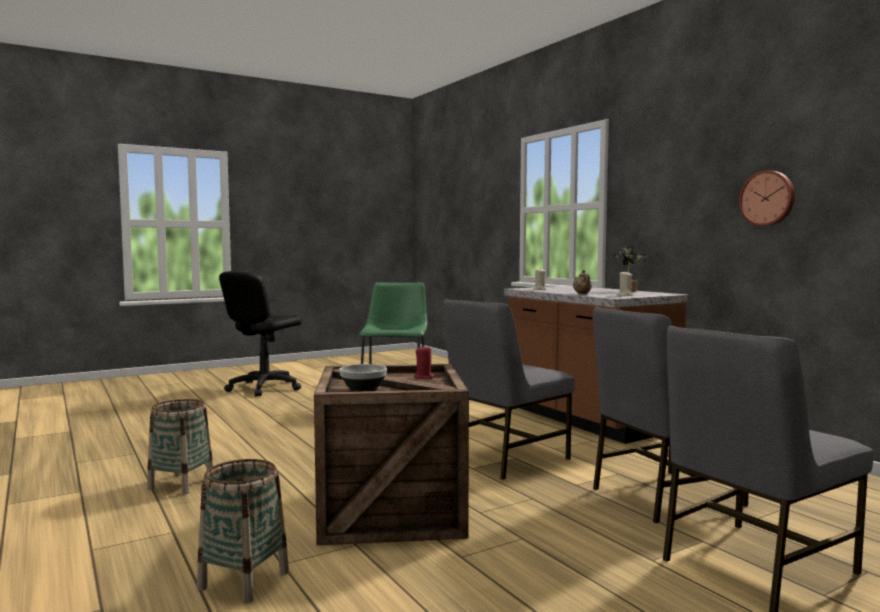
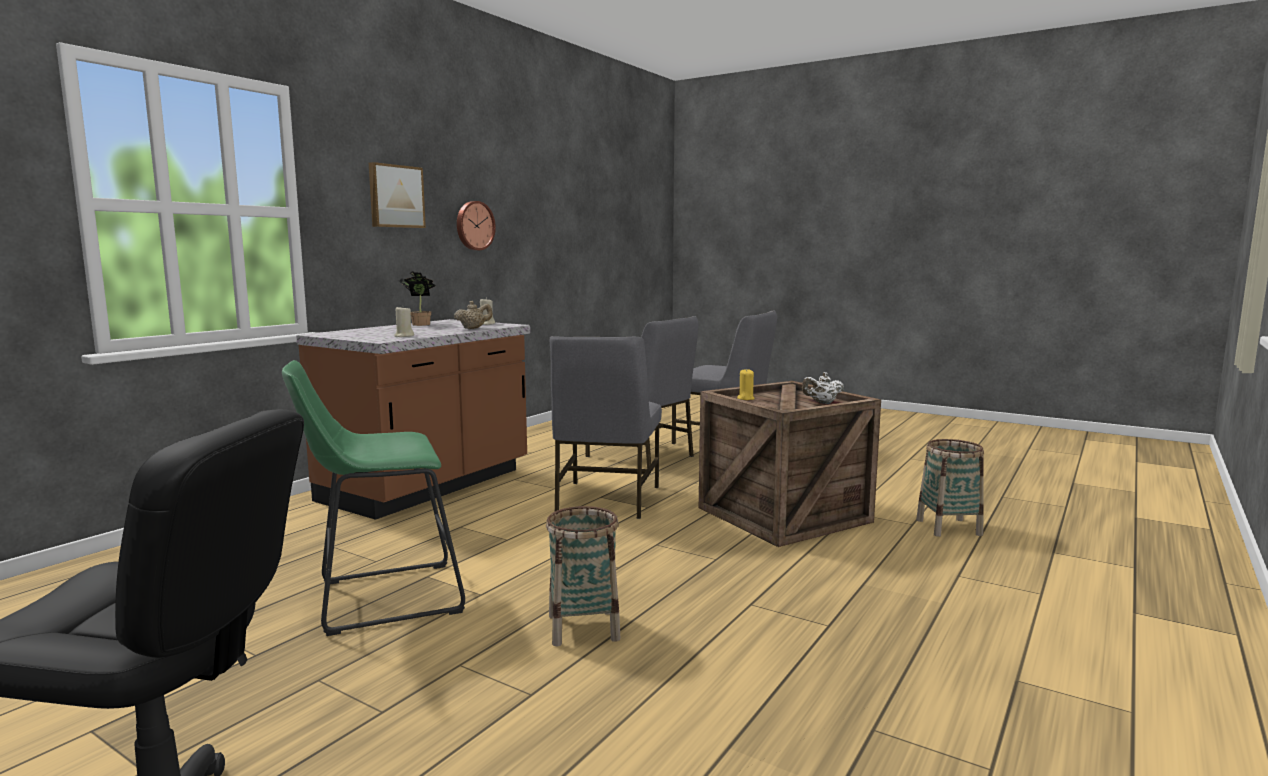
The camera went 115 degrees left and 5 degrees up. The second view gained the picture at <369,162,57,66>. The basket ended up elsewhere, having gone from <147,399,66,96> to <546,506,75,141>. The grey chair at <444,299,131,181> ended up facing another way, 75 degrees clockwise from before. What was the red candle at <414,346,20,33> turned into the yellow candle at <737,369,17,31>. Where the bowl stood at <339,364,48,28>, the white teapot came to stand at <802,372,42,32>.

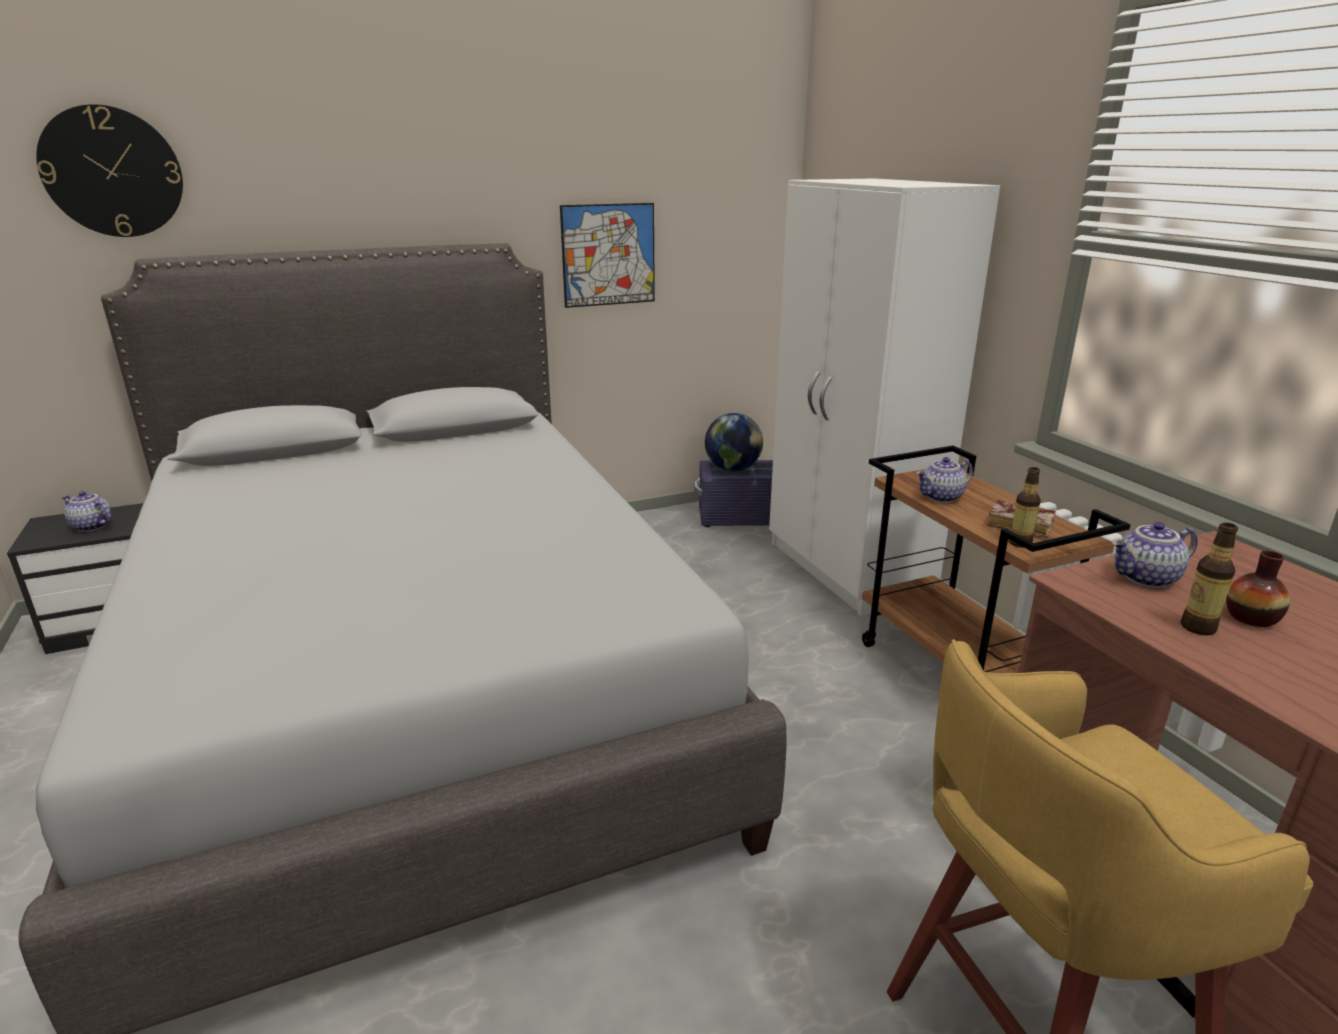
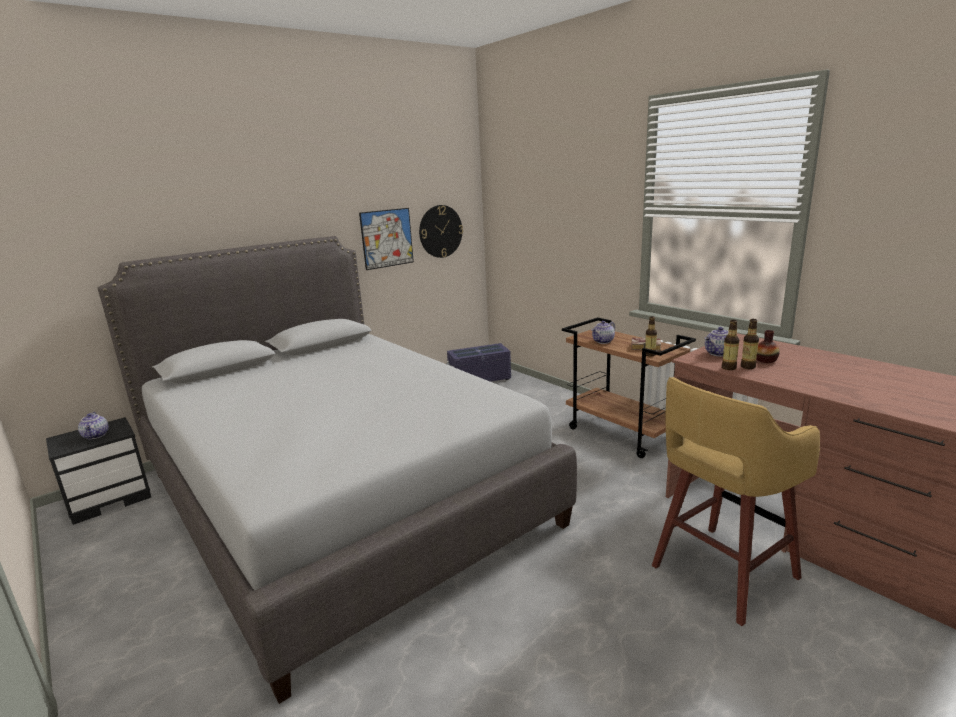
The camera went 15 degrees left and 5 degrees down. The teapot at <62,491,49,41> ended up facing another way, 120 degrees counterclockwise from before. The wall clock ended up elsewhere, having gone from <36,104,147,133> to <419,205,44,53>. The second view gained the bottle at <722,320,17,50>. The second view lost the globe at <705,413,58,58>. The second view lost the white wardrobe at <769,178,231,438>.

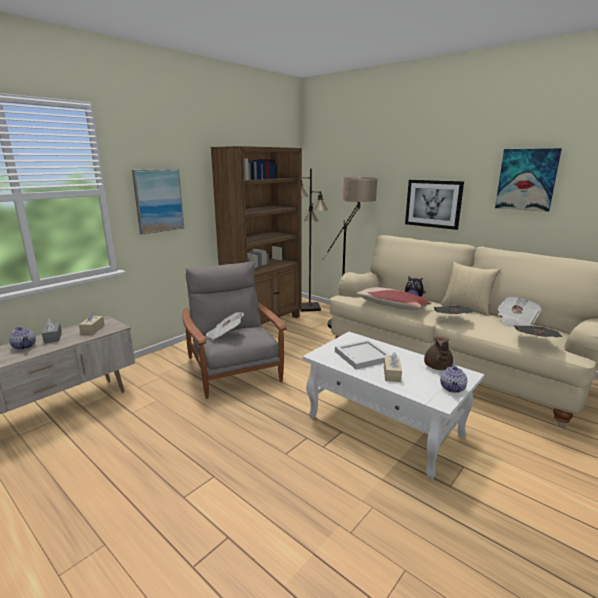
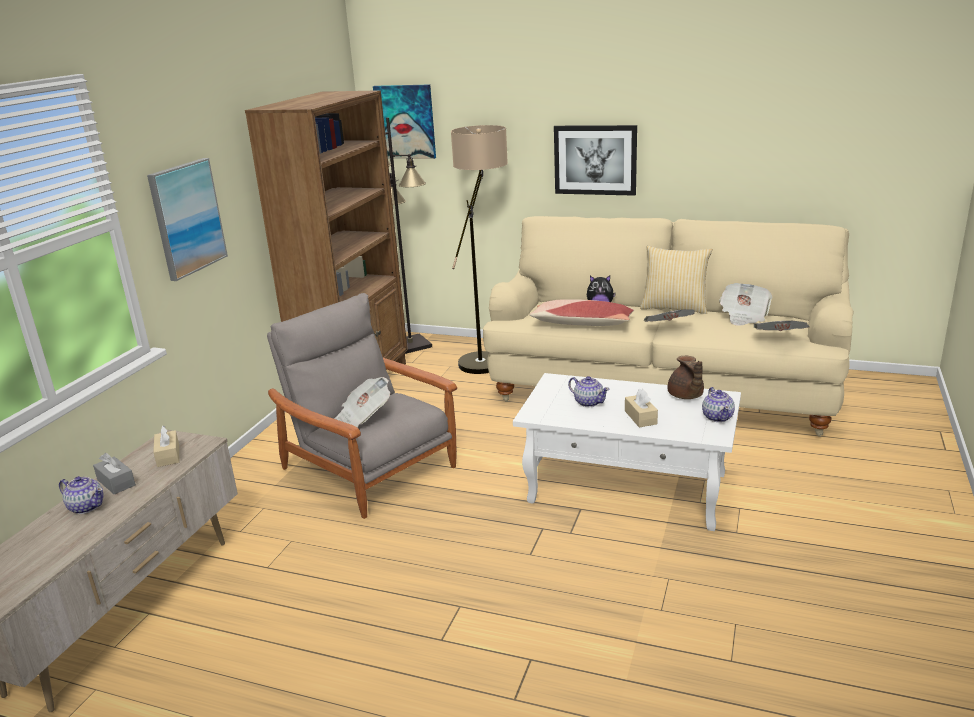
The camera went 20 degrees left and 5 degrees up. The picture ended up elsewhere, having gone from <495,148,67,64> to <373,85,63,74>. Where the white tray stood at <335,340,57,29>, the teapot came to stand at <568,376,42,31>.

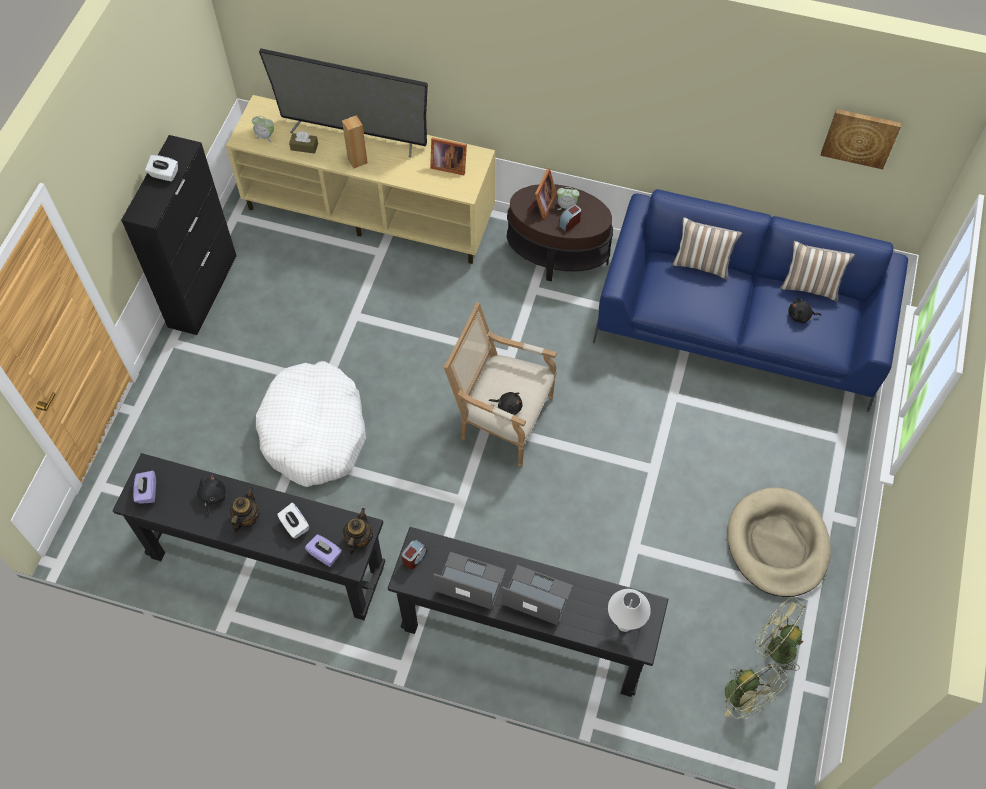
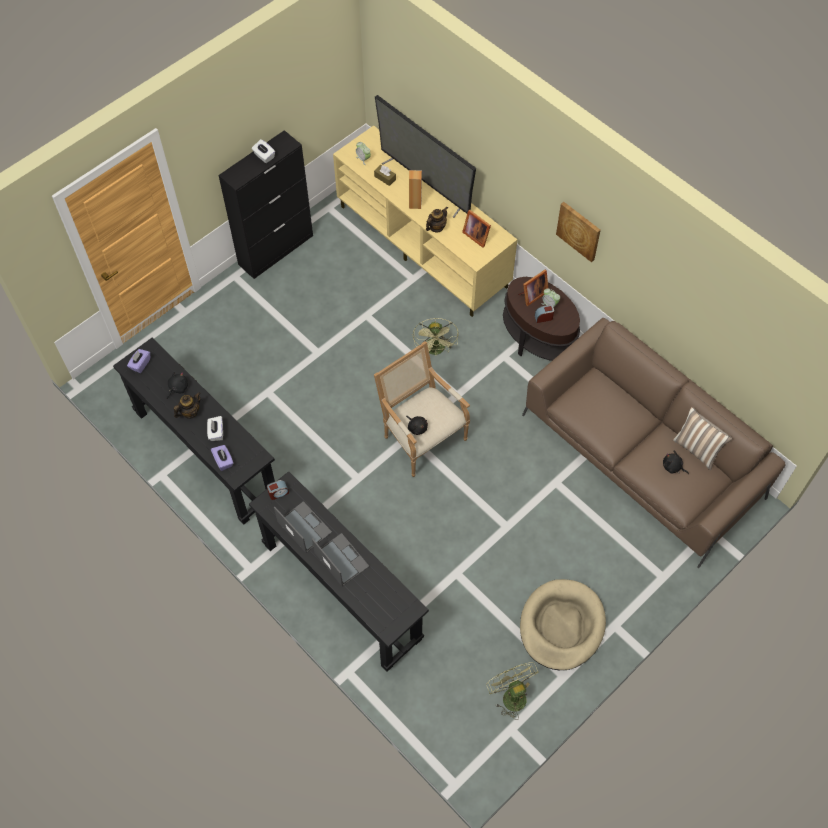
The camera went 30 degrees right and 0 degrees up. The green fan ended up elsewhere, having gone from <725,664,63,55> to <413,318,46,38>. The teapot ended up elsewhere, having gone from <343,508,30,47> to <426,206,22,26>. What was the blue sofa at <593,189,315,223> turned into the brown sofa at <522,318,263,250>. The picture ended up elsewhere, having gone from <820,109,82,60> to <556,202,45,60>. The second view lost the white dog bed at <256,361,110,126>. The second view lost the white table lamp at <608,589,43,43>. The second view lost the pillow at <672,217,70,63>.

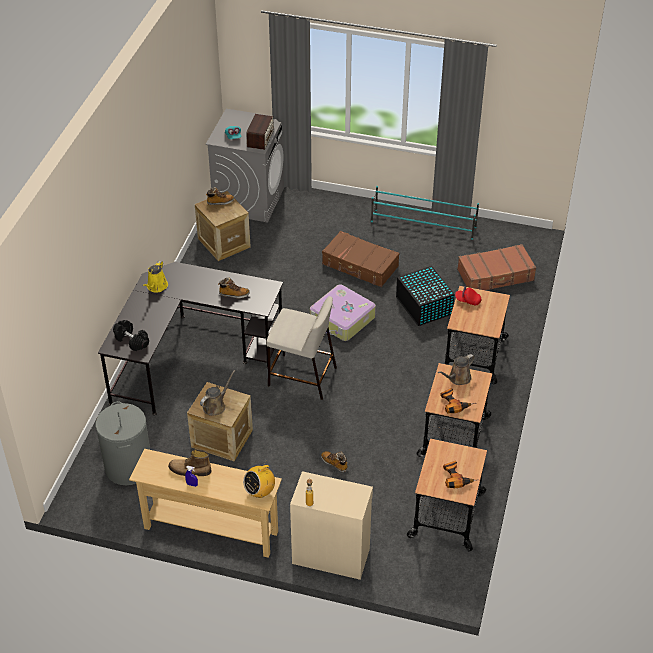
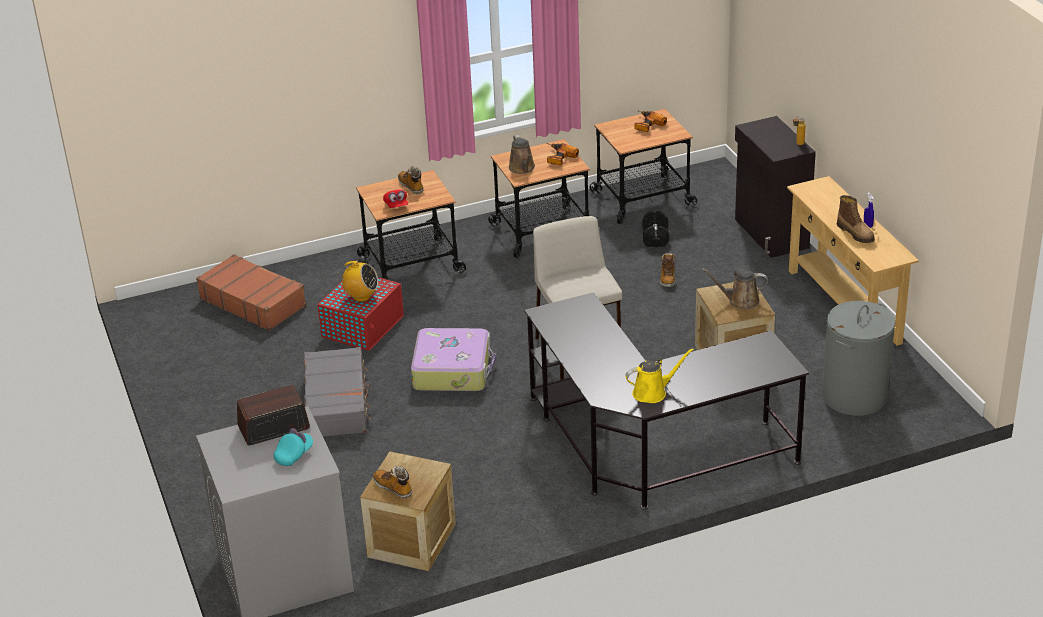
The camera went 125 degrees left and 10 degrees down. What was the brown suitcase at <322,231,77,56> turned into the grey suitcase at <303,347,68,90>. What was the black storage box at <396,266,59,60> turned into the red storage box at <317,277,87,74>. The radio ended up elsewhere, having gone from <243,465,32,33> to <339,261,40,41>. The boot ended up elsewhere, having gone from <218,278,32,21> to <398,166,26,28>. The brown watering can at <438,354,37,31> ended up facing another way, 60 degrees clockwise from before. The black dumbbell ended up elsewhere, having gone from <113,320,36,31> to <642,211,27,36>. What was the beige cabinet at <290,471,83,109> turned into the black cabinet at <735,116,81,142>. The second view lost the turquoise shoe rack at <371,186,108,54>.

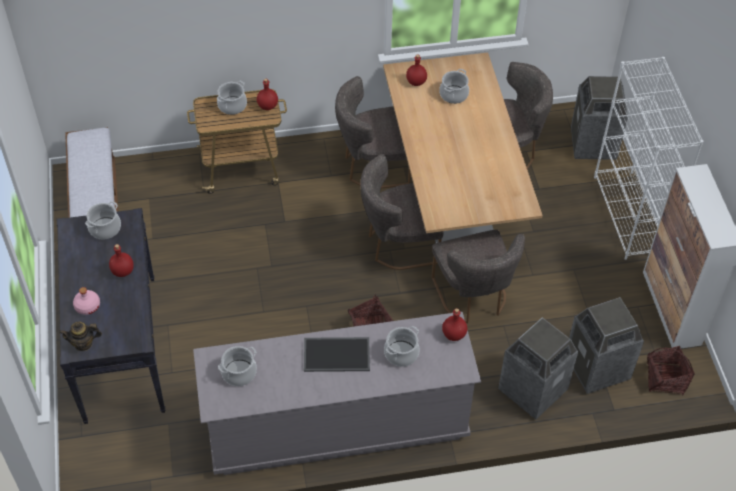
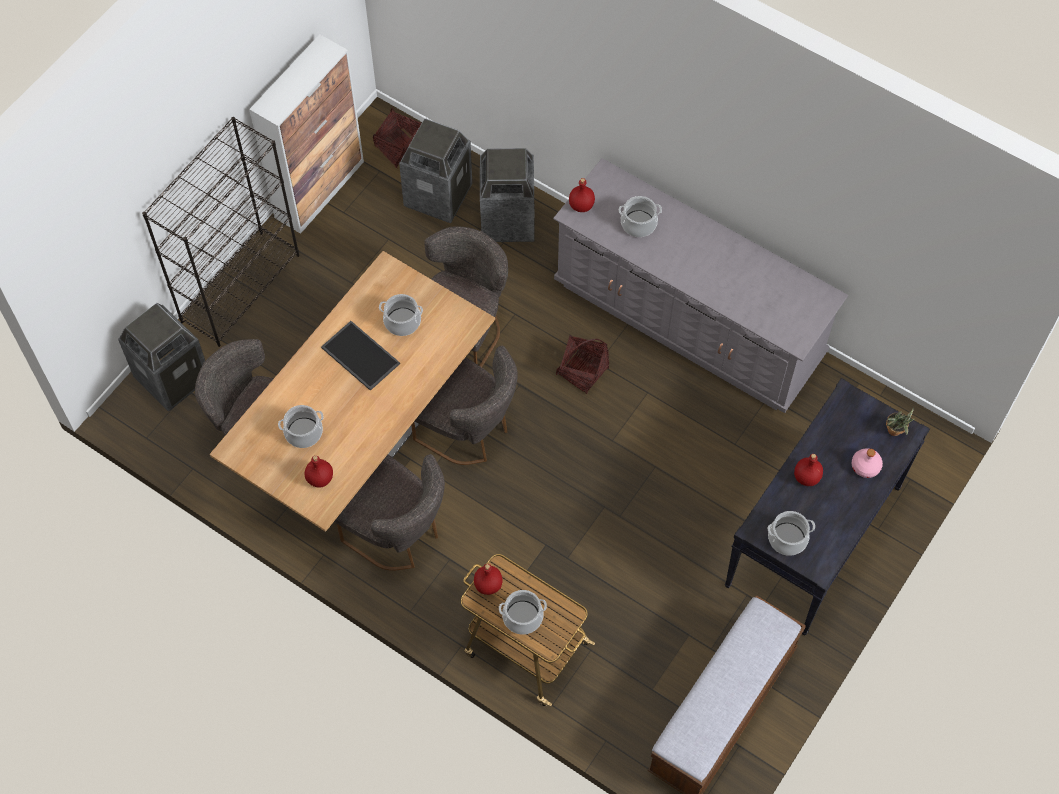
The camera went 135 degrees left and 10 degrees up. What was the white bookcase at <594,57,110,203> turned into the black bookcase at <142,117,157,230>. The tray ended up elsewhere, having gone from <304,337,66,35> to <321,321,79,70>. The cooking pot ended up elsewhere, having gone from <218,346,39,40> to <379,294,44,42>. Where the teapot stood at <59,322,43,29>, the potted plant came to stand at <886,407,28,29>.

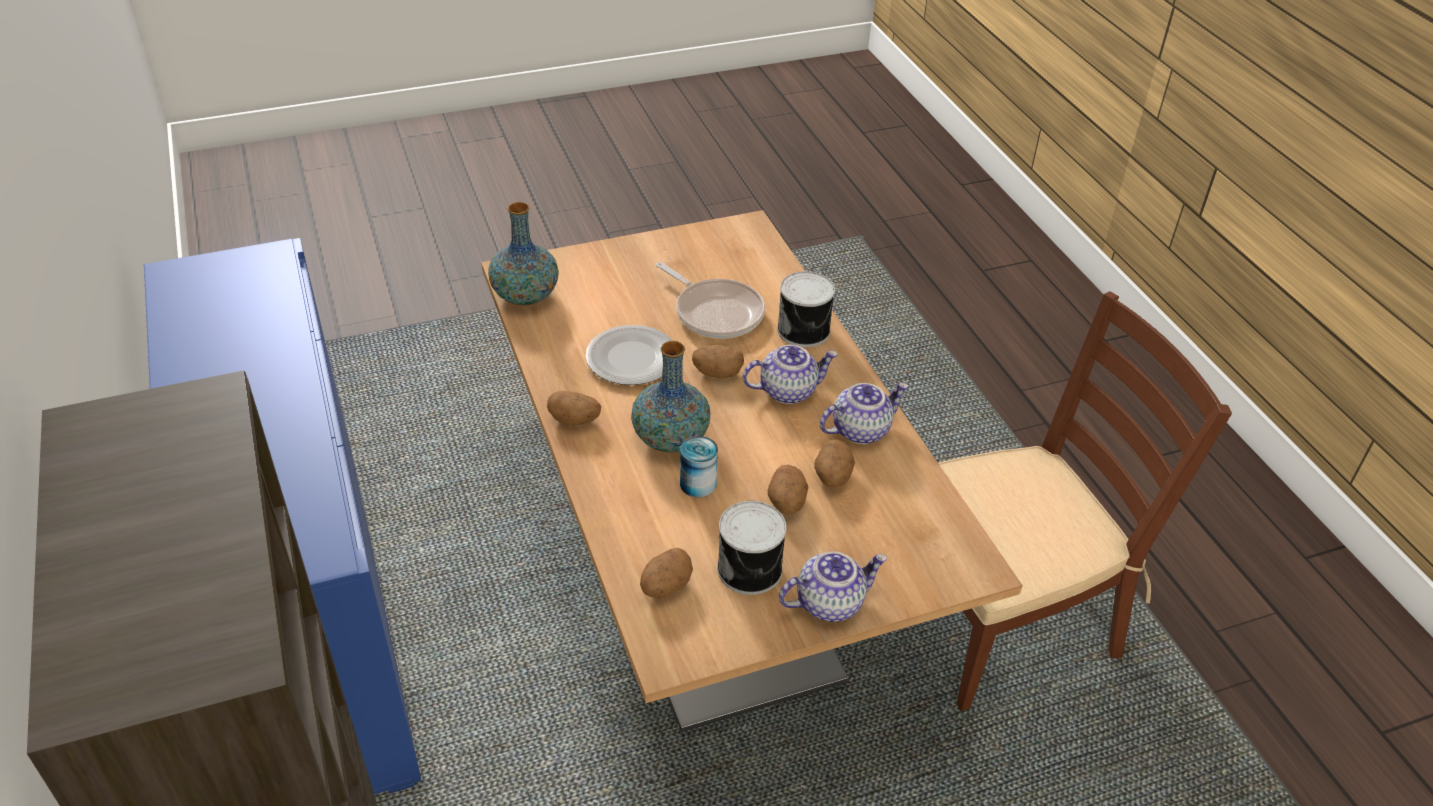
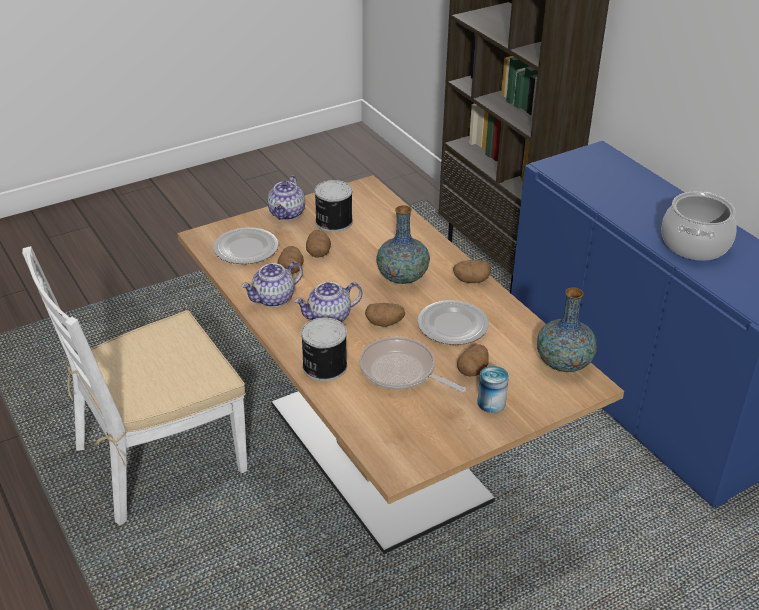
The camera went 170 degrees right and 5 degrees down. What was the brown chair at <938,291,294,420> turned into the white chair at <22,246,225,280>. The second view gained the plate at <213,227,66,37>. The teapot at <779,551,108,71> ended up facing another way, 45 degrees counterclockwise from before. The potato ended up elsewhere, having gone from <640,548,53,51> to <457,344,32,32>. The can ended up elsewhere, having gone from <680,436,38,62> to <477,366,32,47>. The second view gained the cooking pot at <661,191,76,70>.

